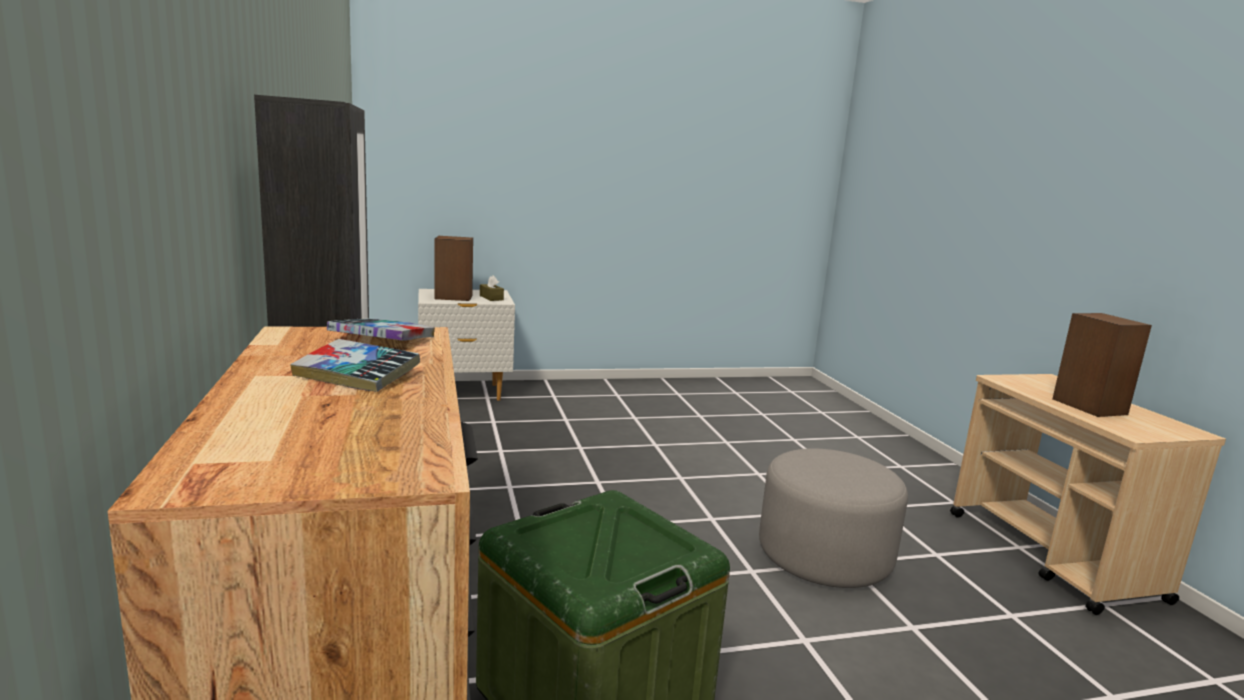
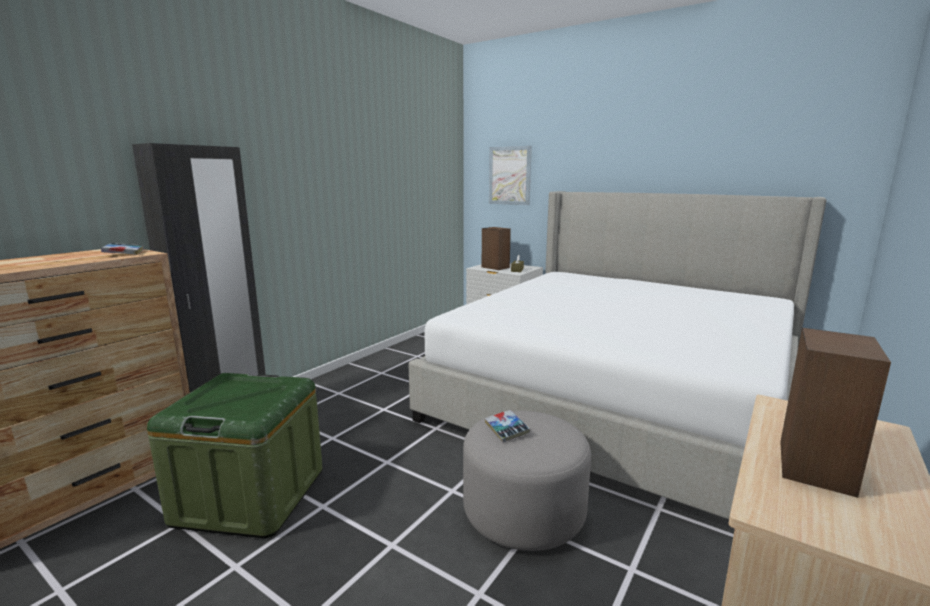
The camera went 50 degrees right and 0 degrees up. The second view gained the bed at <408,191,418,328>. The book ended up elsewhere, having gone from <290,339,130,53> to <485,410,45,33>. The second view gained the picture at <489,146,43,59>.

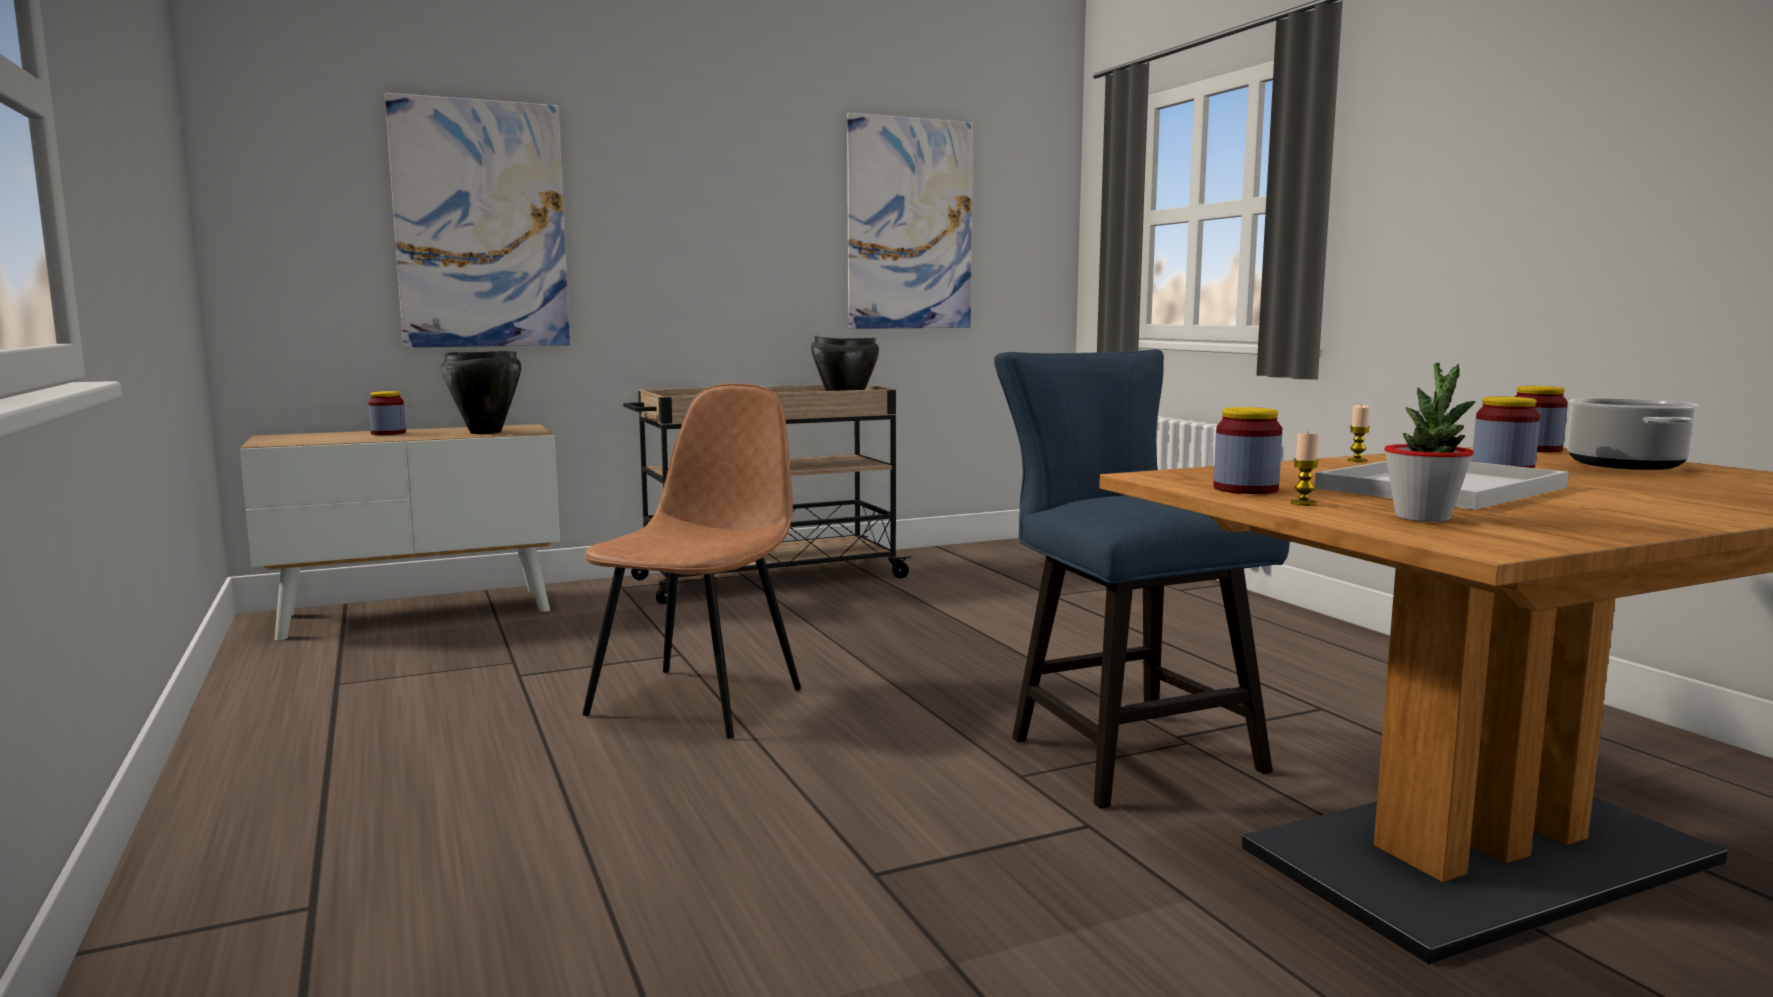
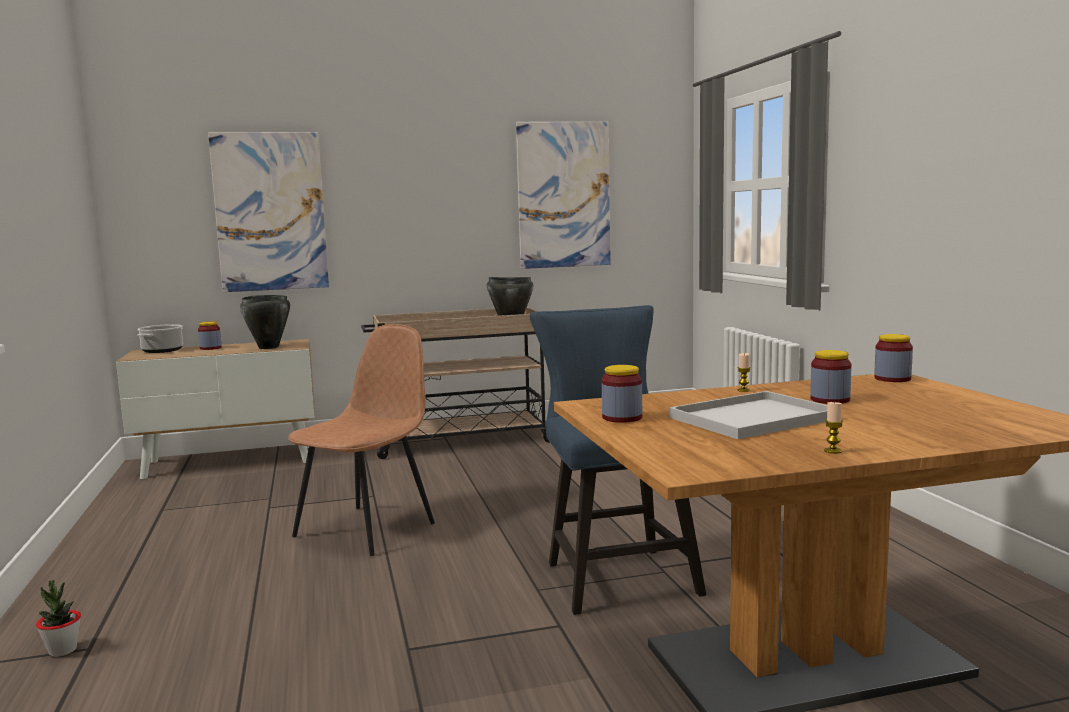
The camera went 10 degrees right and 0 degrees up. The potted plant ended up elsewhere, having gone from <1384,363,92,159> to <36,580,45,77>. The cooking pot ended up elsewhere, having gone from <1567,398,132,72> to <138,324,45,29>. The candle ended up elsewhere, having gone from <1291,433,28,73> to <824,402,19,52>.

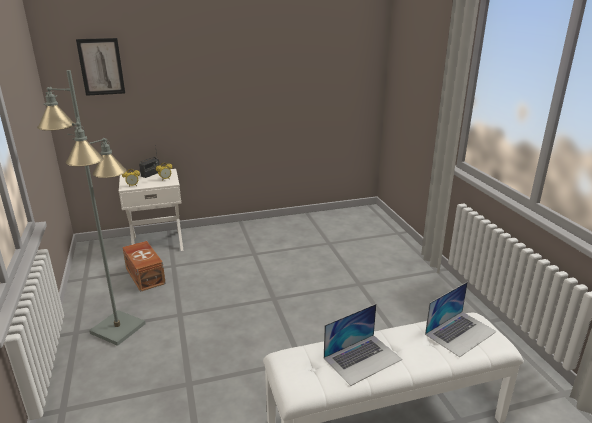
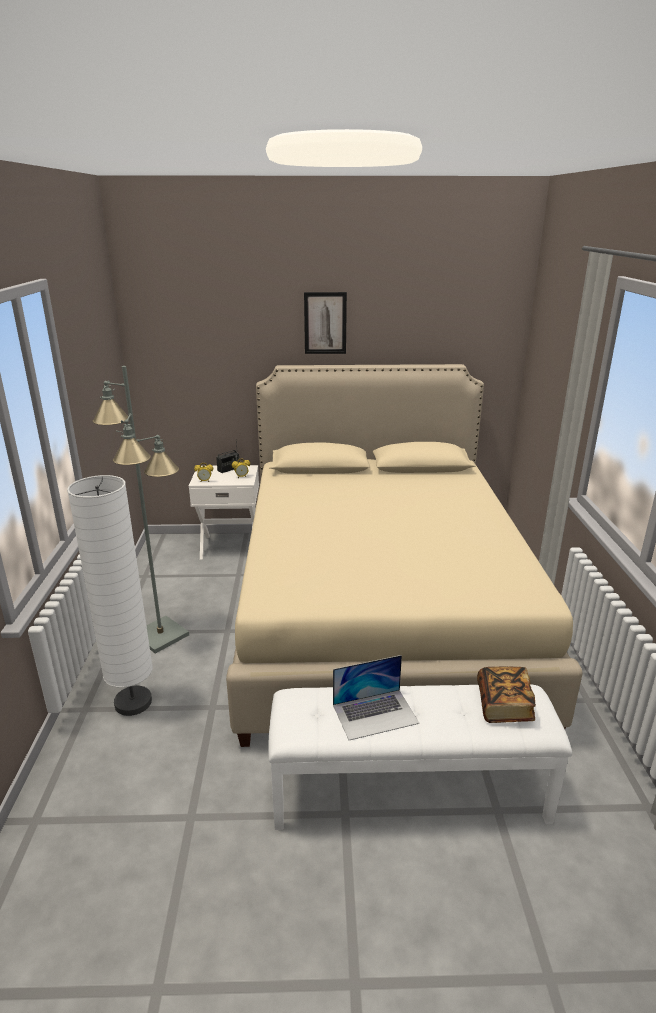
The camera went 15 degrees right and 0 degrees up. The second view gained the white floor lamp at <67,475,86,241>. The second view gained the beige bed at <226,364,357,383>. The picture ended up elsewhere, having gone from <76,38,49,58> to <304,292,43,62>. Where the laptop stood at <425,282,72,75>, the book came to stand at <477,667,59,56>. The second view lost the brown storage box at <122,241,44,51>.

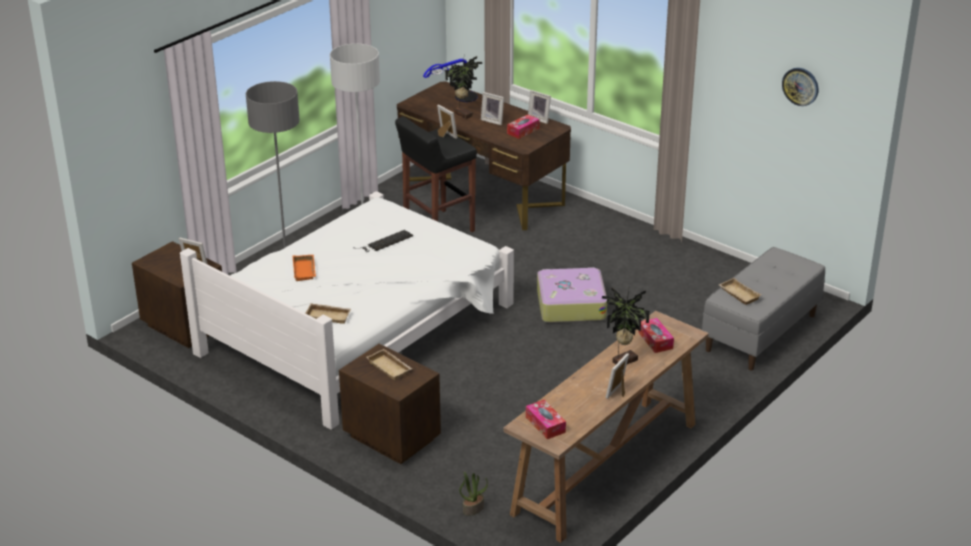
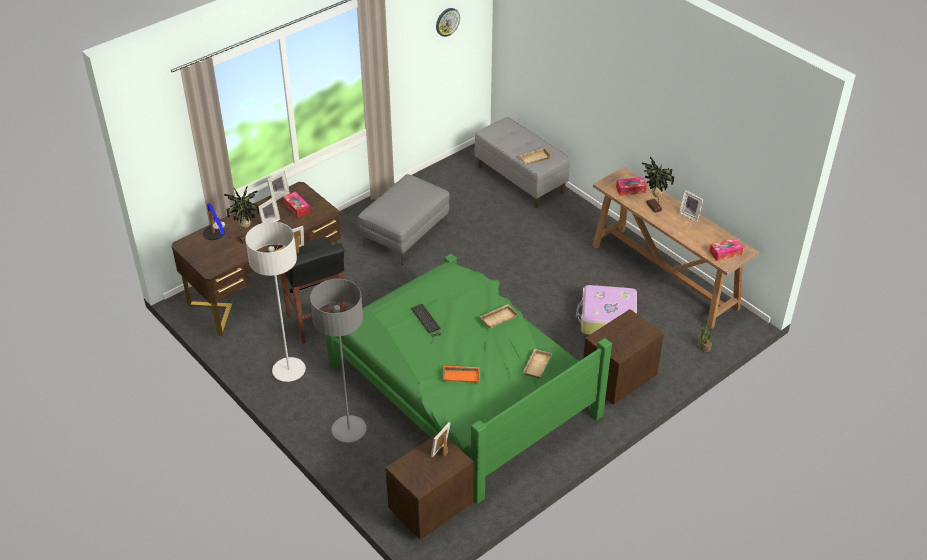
The camera went 80 degrees left and 10 degrees up. What was the white bed at <180,191,334,239> turned into the green bed at <326,254,286,250>. The second view gained the grey ottoman at <358,174,92,91>. The beige tray ended up elsewhere, having gone from <367,349,45,31> to <480,304,38,24>. The suitcase ended up elsewhere, having gone from <537,267,70,56> to <576,285,61,50>.

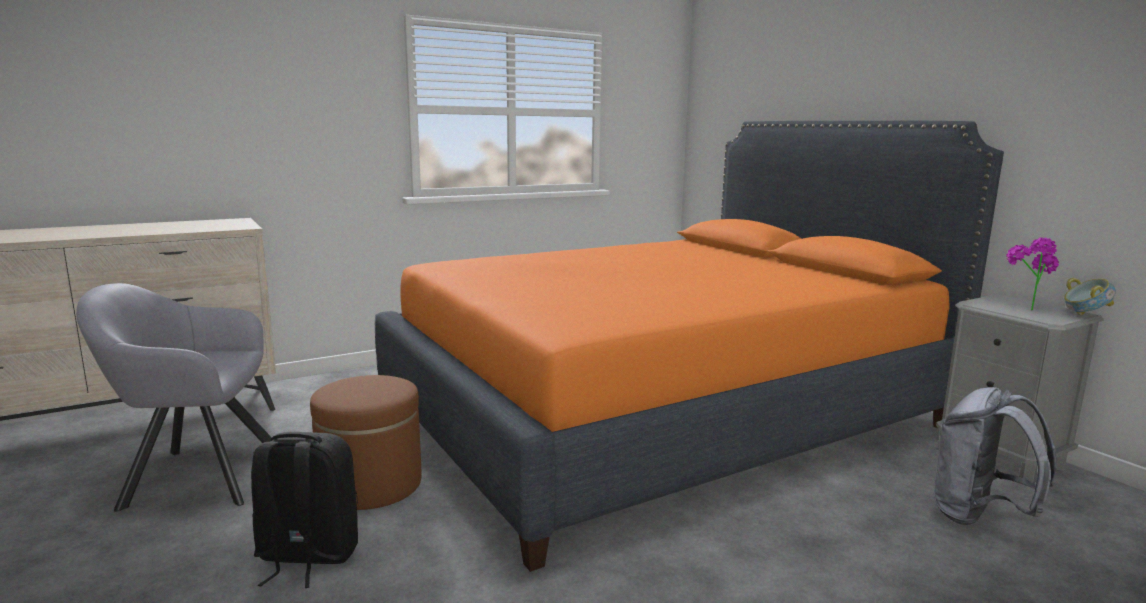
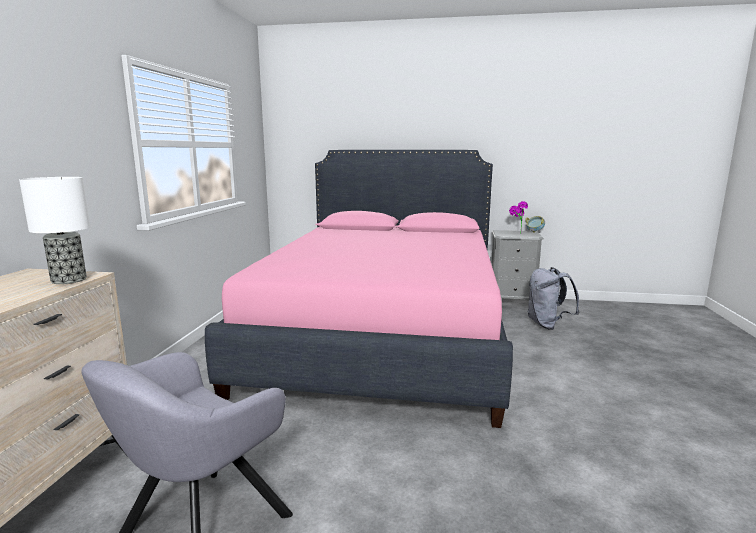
The camera went 50 degrees left and 0 degrees up. The second view gained the table lamp at <19,177,71,107>. What was the orange bed at <375,121,629,451> turned into the pink bed at <205,150,308,278>. The second view lost the black backpack at <251,432,107,156>. The second view lost the brown ottoman at <310,375,112,135>.

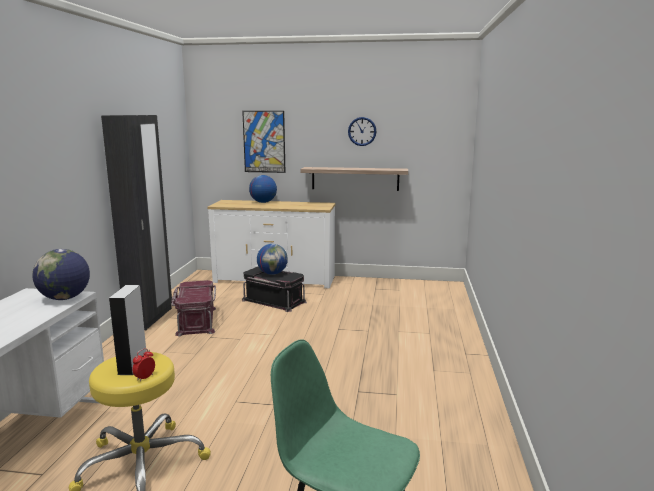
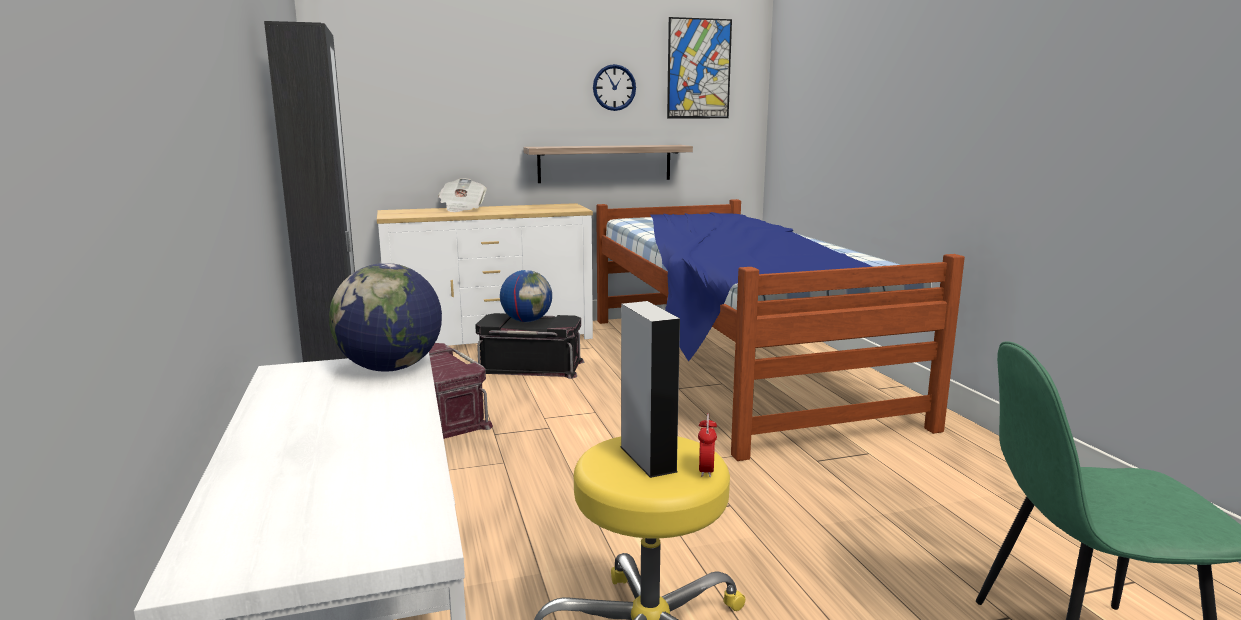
The camera went 25 degrees left and 0 degrees up. Where the globe stood at <249,175,28,28>, the newspaper came to stand at <438,178,49,34>. The second view gained the bed at <596,199,369,262>. The picture ended up elsewhere, having gone from <242,111,44,62> to <667,17,65,101>.

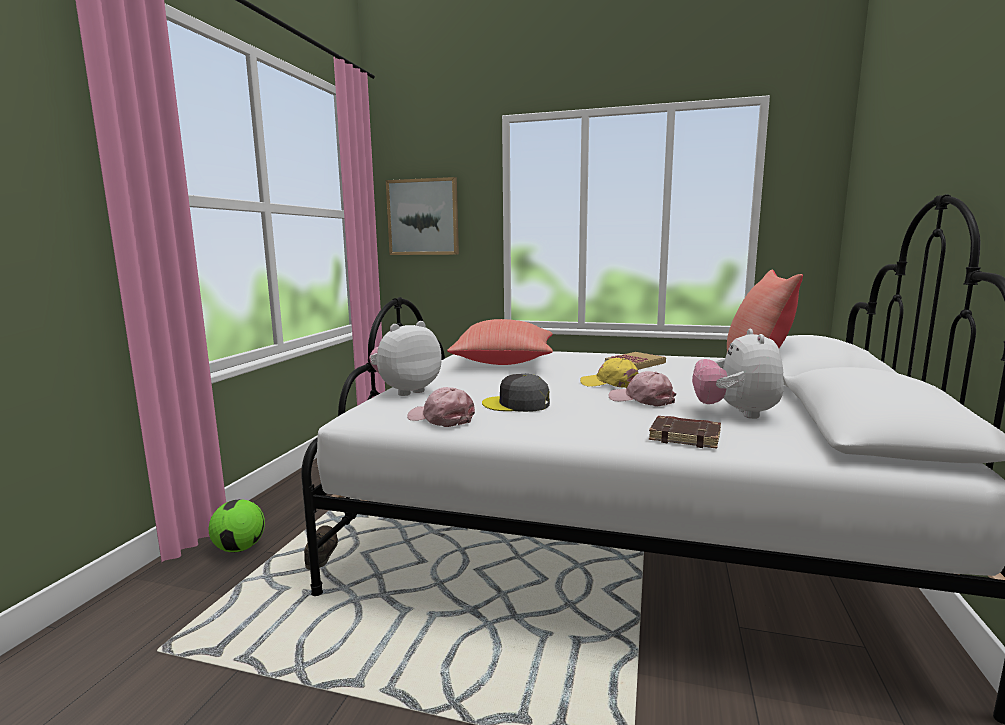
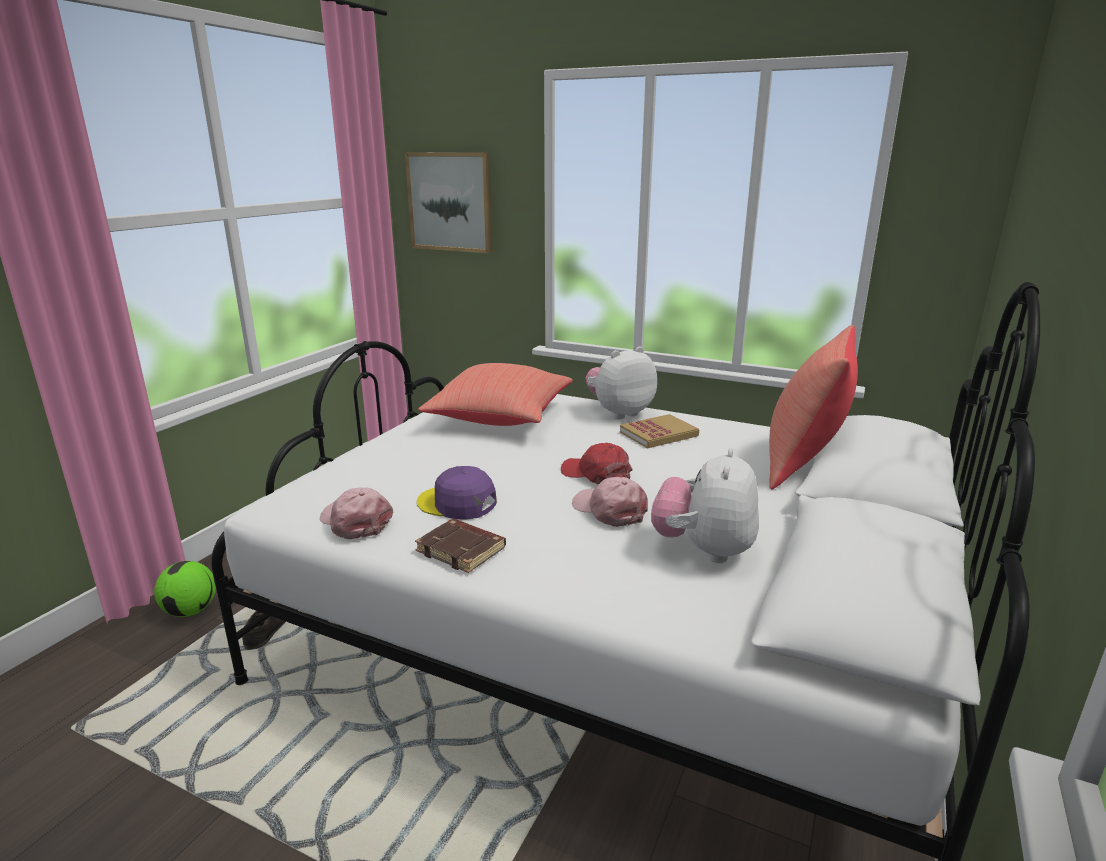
The camera went 10 degrees right and 10 degrees up. The brown book ended up elsewhere, having gone from <649,416,72,33> to <415,519,91,54>. What was the grey cap at <482,374,68,38> turned into the purple cap at <417,466,80,54>. What was the yellow cap at <580,358,58,30> turned into the red cap at <561,443,72,41>. The plush toy ended up elsewhere, having gone from <369,321,73,75> to <585,346,72,73>.

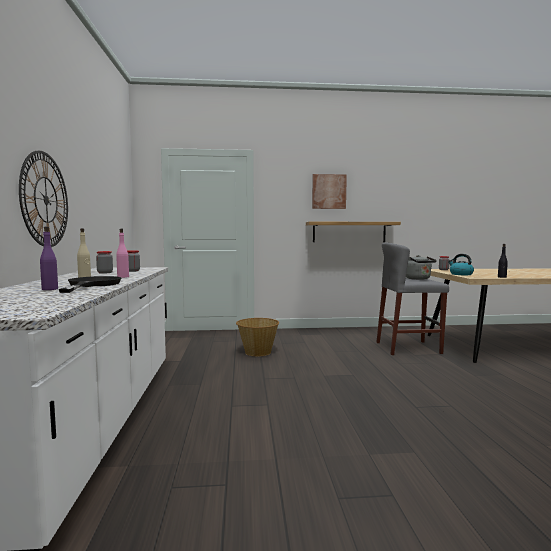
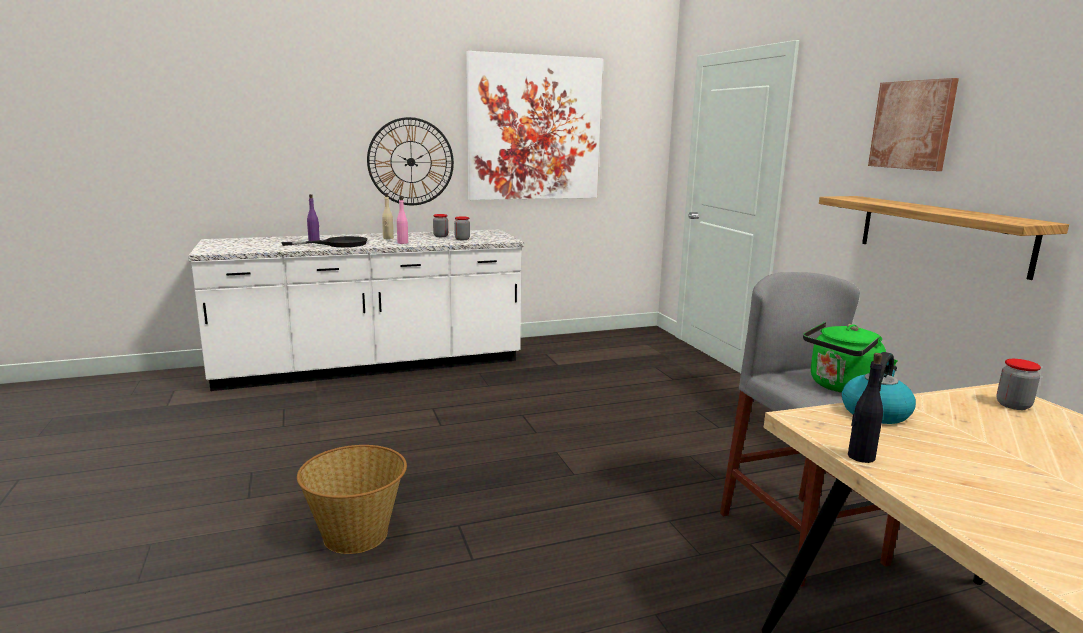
The camera went 75 degrees right and 10 degrees up. The basket ended up elsewhere, having gone from <236,318,43,38> to <297,445,110,109>. The second view gained the picture at <466,51,137,149>. What was the grey kettle at <406,255,31,25> turned into the green kettle at <803,322,95,71>.

